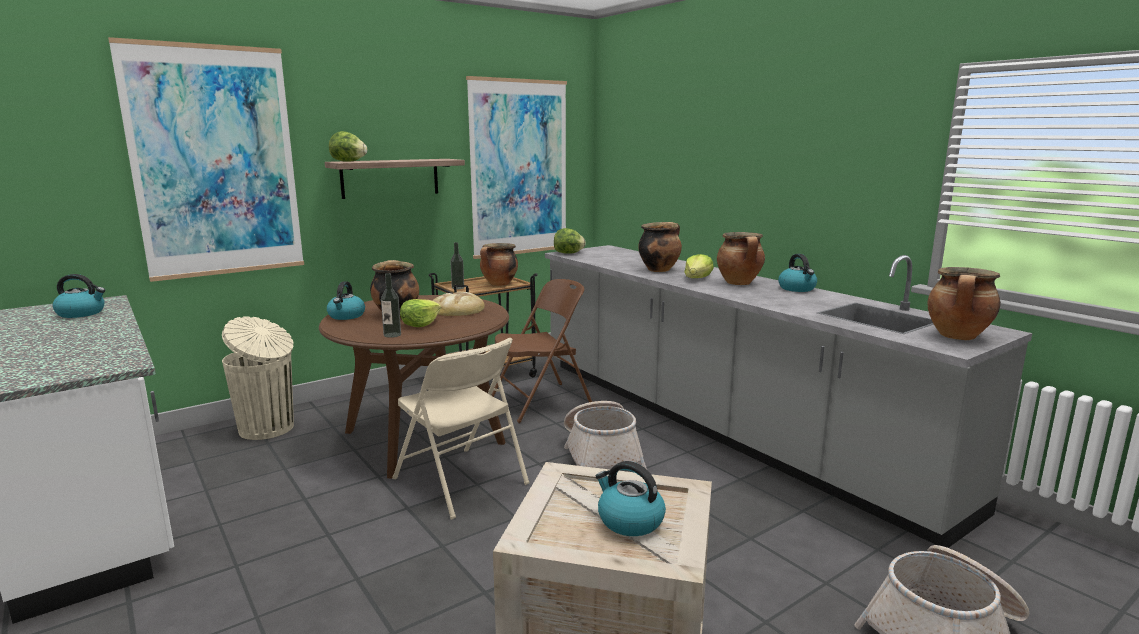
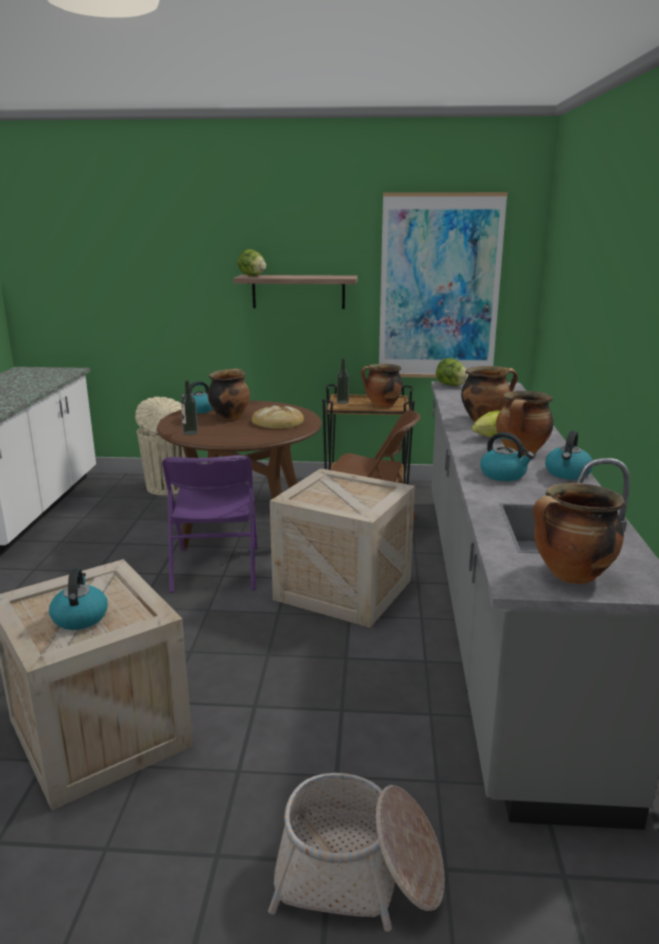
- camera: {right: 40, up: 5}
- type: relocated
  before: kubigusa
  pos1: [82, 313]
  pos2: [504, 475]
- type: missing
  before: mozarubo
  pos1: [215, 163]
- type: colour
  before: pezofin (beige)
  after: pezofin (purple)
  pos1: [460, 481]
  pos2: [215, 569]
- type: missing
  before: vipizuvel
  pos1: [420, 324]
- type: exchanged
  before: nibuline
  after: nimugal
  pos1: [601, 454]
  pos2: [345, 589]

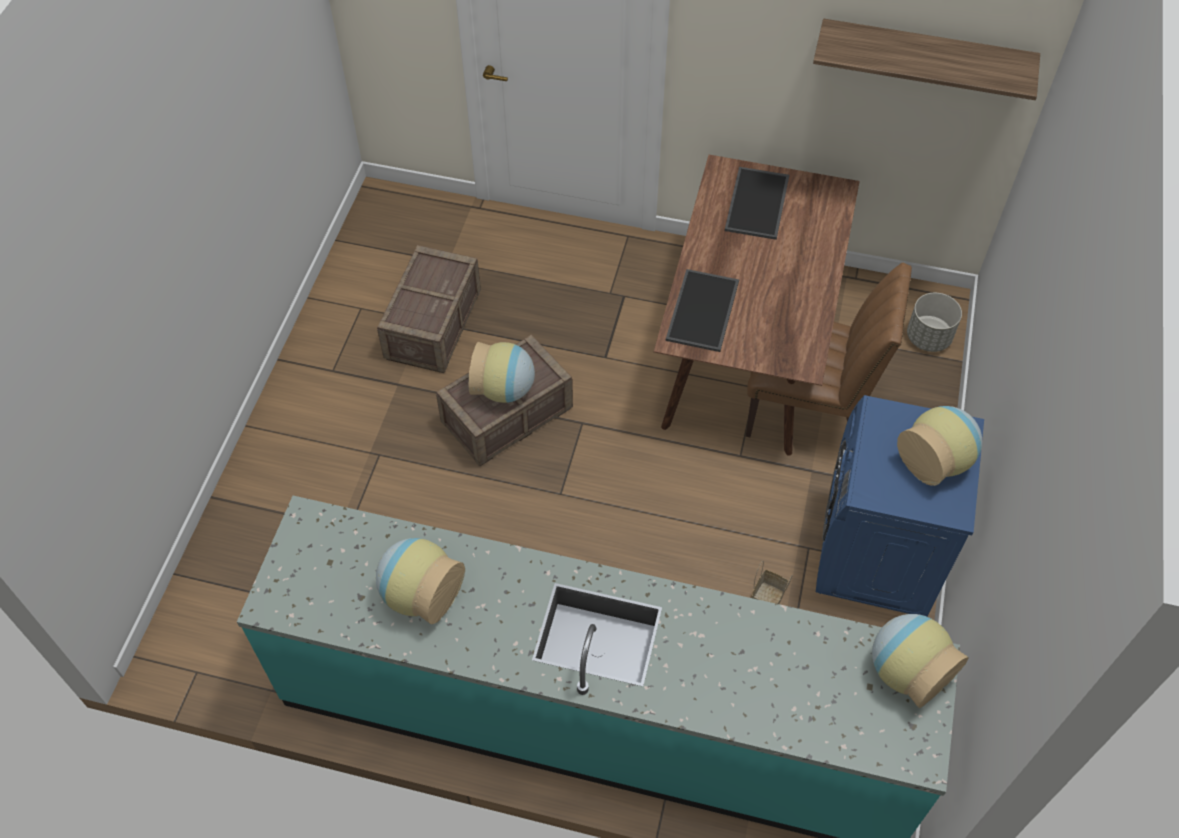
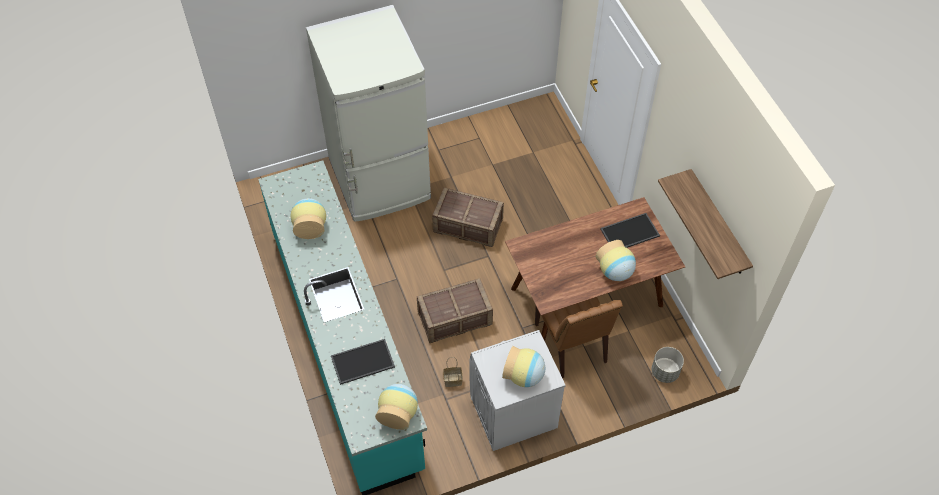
- camera: {right: 55, up: 0}
- type: relocated
  before: nimugal
  pos1: [432, 324]
  pos2: [455, 318]
- type: relocated
  before: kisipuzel
  pos1: [504, 389]
  pos2: [615, 272]
- type: relocated
  before: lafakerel
  pos1: [704, 311]
  pos2: [362, 362]
- type: colour
  before: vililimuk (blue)
  after: vililimuk (white)
  pos1: [876, 553]
  pos2: [513, 413]
- type: appeared
  after: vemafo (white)
  pos2: [379, 179]

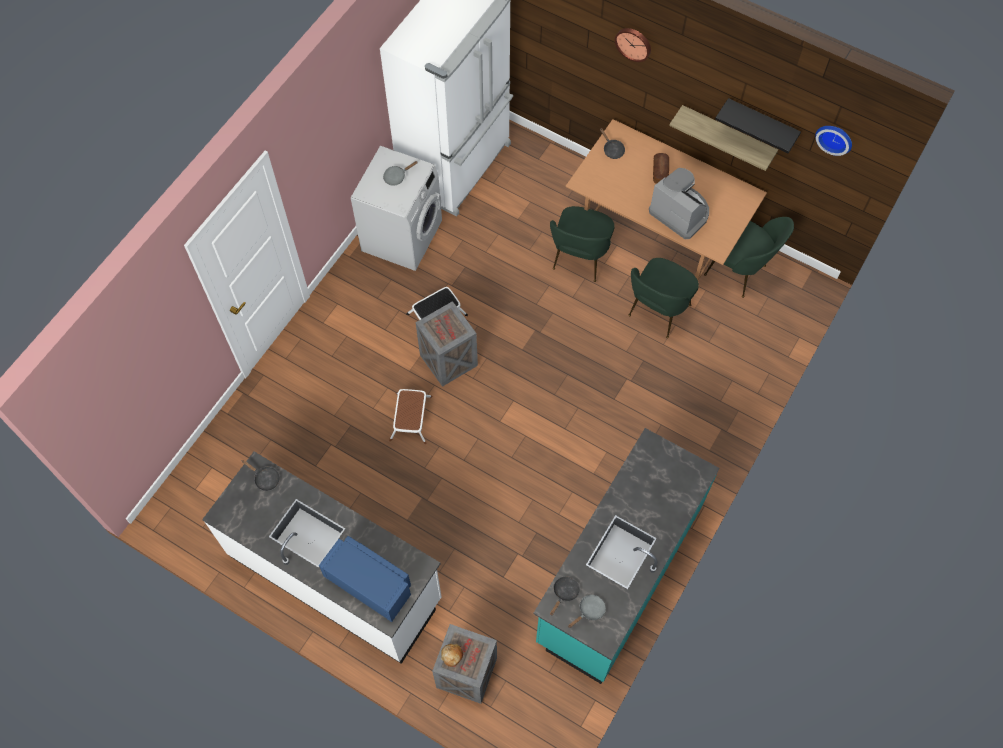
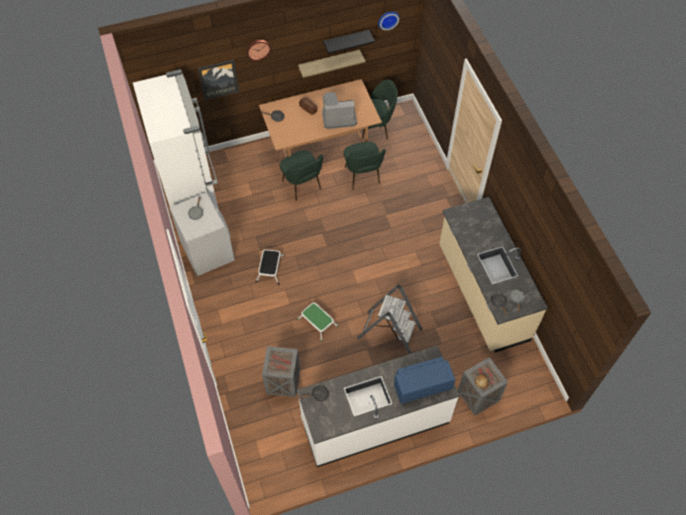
- camera: {right: -50, up: -5}
- type: colour
  before: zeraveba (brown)
  after: zeraveba (green)
  pos1: [411, 418]
  pos2: [318, 322]
- type: relocated
  before: nimugal
  pos1: [449, 359]
  pos2: [282, 381]
- type: colour
  before: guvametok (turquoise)
  after: guvametok (beige)
  pos1: [617, 574]
  pos2: [482, 293]
- type: appeared
  after: mozarubo
  pos2: [218, 79]
- type: appeared
  after: zeraveba (grey)
  pos2: [389, 332]

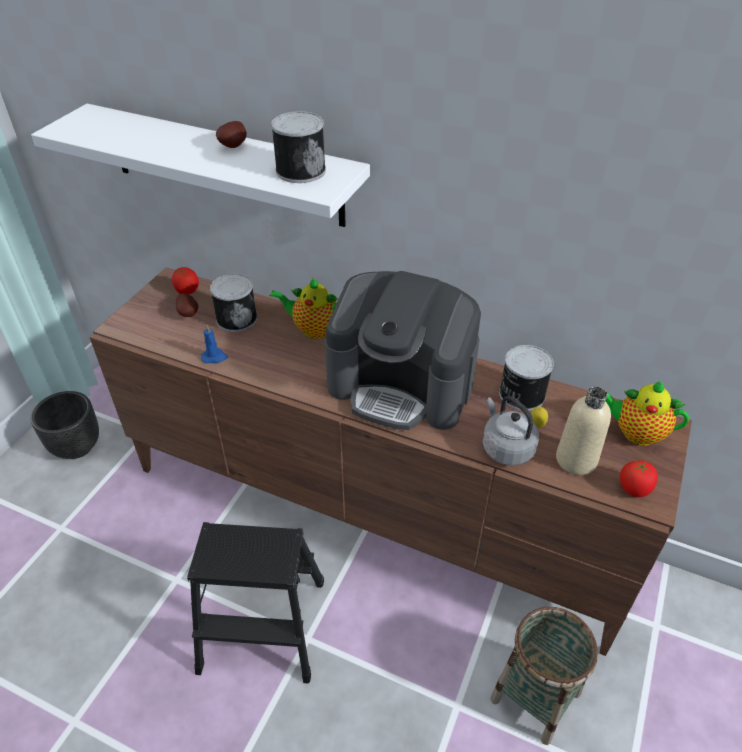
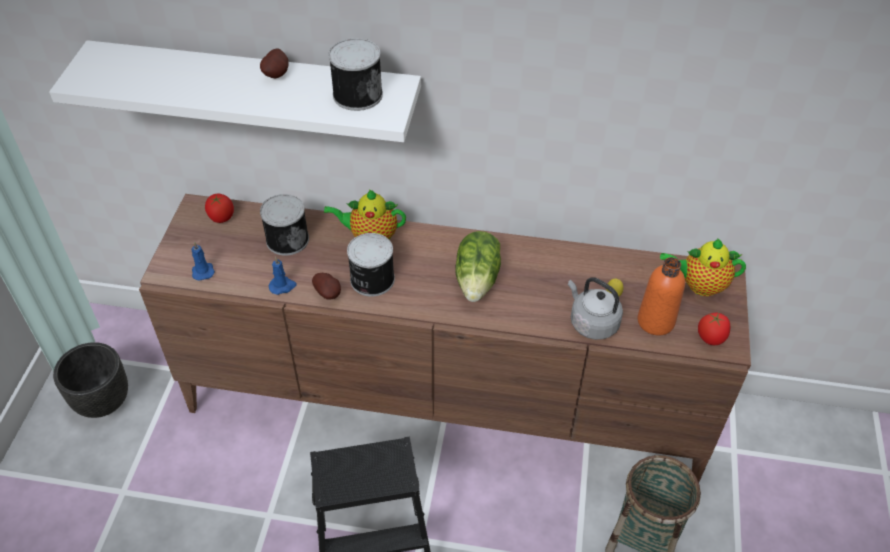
- camera: {right: -15, up: 5}
- type: relocated
  before: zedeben
  pos1: [189, 314]
  pos2: [328, 293]
- type: exchanged
  before: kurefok
  after: vipizuvel
  pos1: [402, 385]
  pos2: [478, 280]
- type: relocated
  before: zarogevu
  pos1: [520, 394]
  pos2: [371, 280]
- type: colour
  before: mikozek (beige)
  after: mikozek (orange)
  pos1: [576, 459]
  pos2: [655, 321]
- type: appeared
  after: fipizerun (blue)
  pos2: [203, 271]

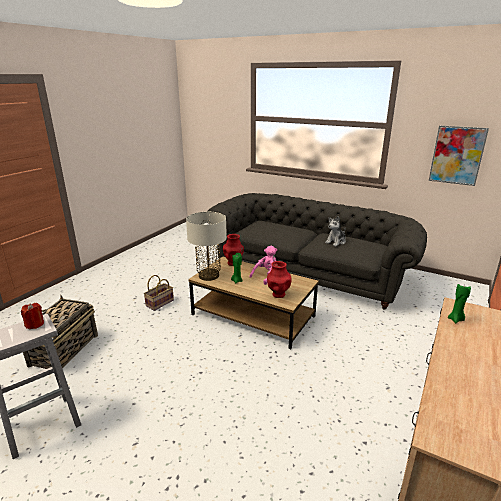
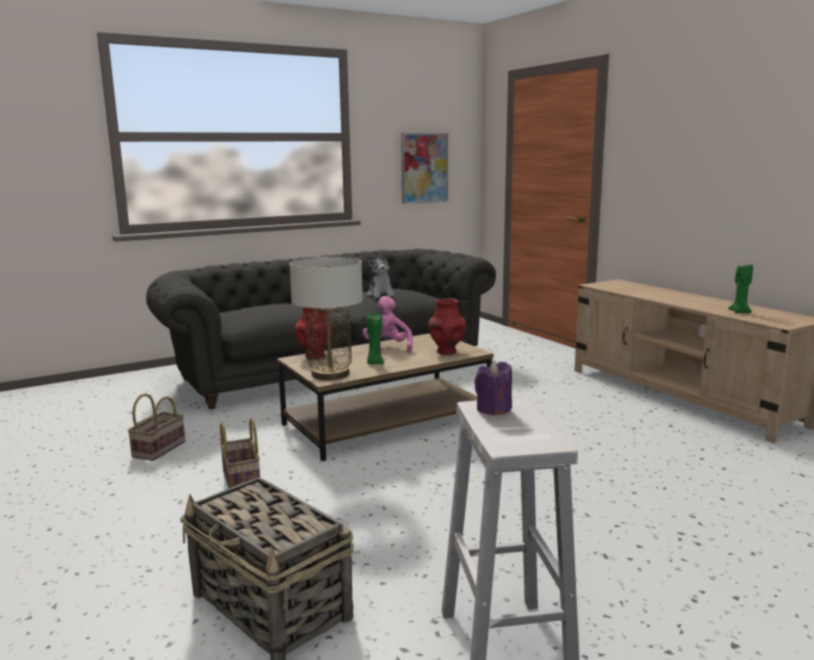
- camera: {right: -60, up: -10}
- type: colour
  before: fipizerun (red)
  after: fipizerun (purple)
  pos1: [35, 324]
  pos2: [493, 409]
- type: relocated
  before: fipizerun (green)
  pos1: [456, 320]
  pos2: [740, 312]
- type: appeared
  after: nibuline
  pos2: [159, 448]

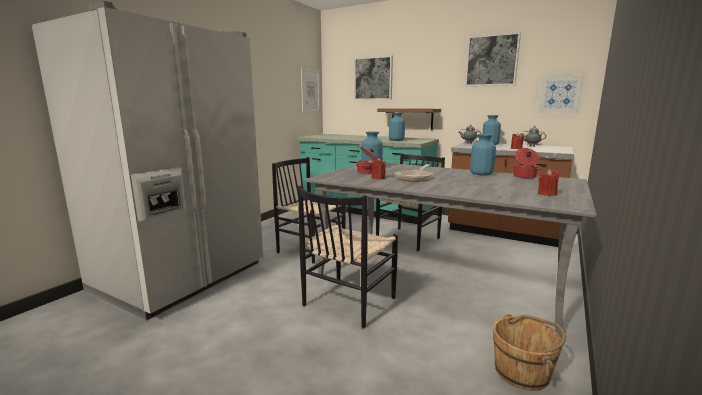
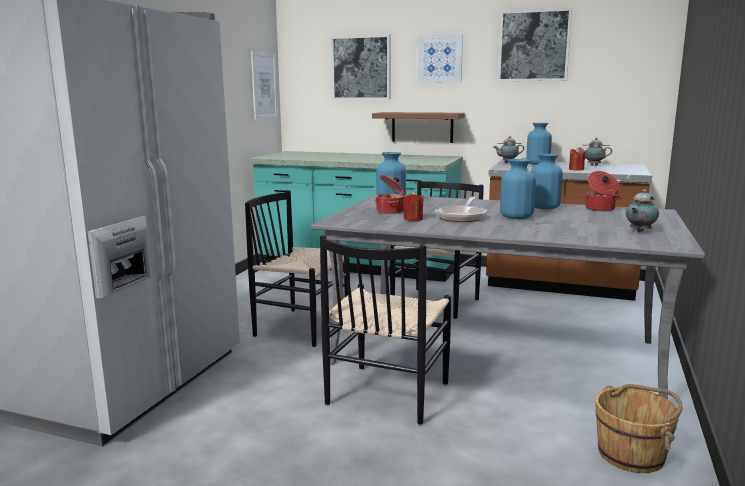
- camera: {right: -10, up: 0}
- type: relocated
  before: kisipuzel (blue)
  pos1: [396, 140]
  pos2: [516, 217]
- type: relocated
  before: mozarubo
  pos1: [559, 94]
  pos2: [440, 59]
- type: exchanged
  before: fipizerun (red)
  after: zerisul
  pos1: [547, 194]
  pos2: [639, 231]

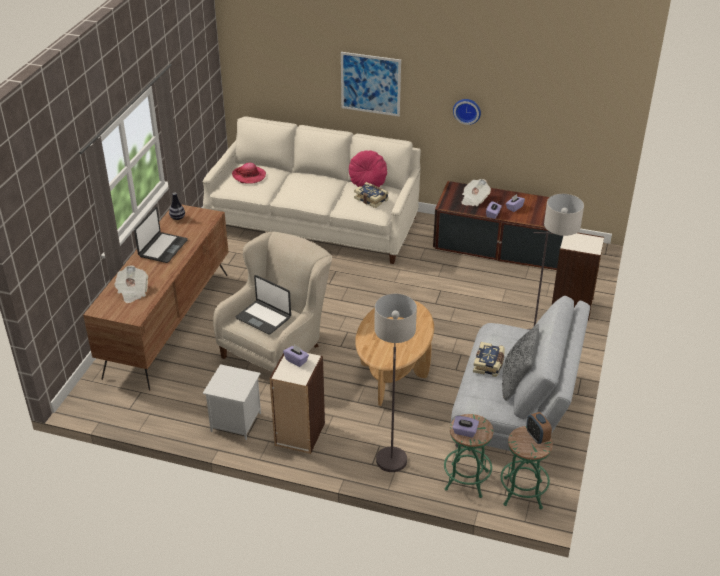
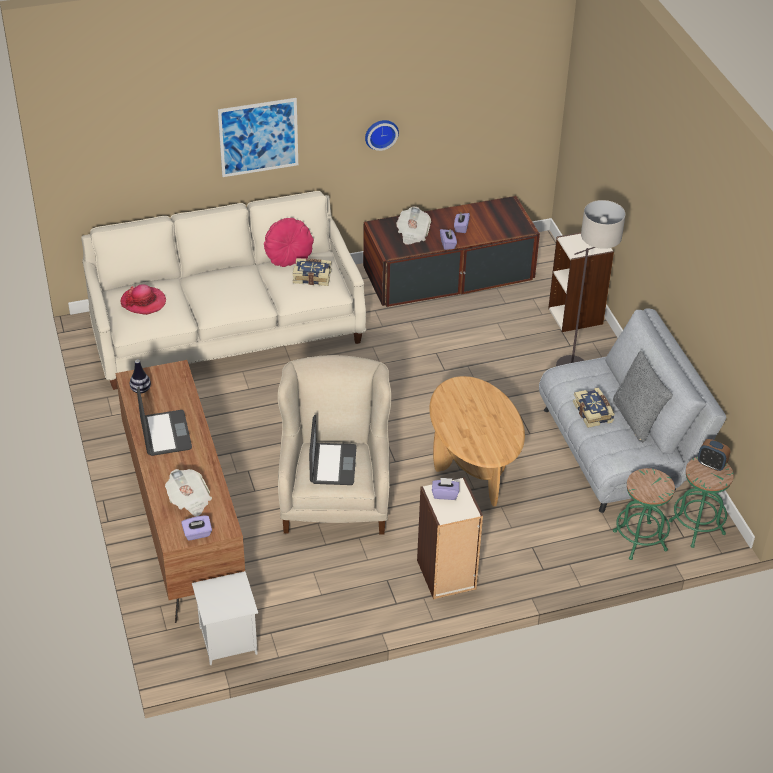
- camera: {right: -35, up: 5}
- type: relocated
  before: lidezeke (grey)
  pos1: [234, 422]
  pos2: [227, 642]
- type: spun
  before: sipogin
  pos1: [264, 317]
  pos2: [332, 465]
  turn: -90
- type: missing
  before: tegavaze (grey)
  pos1: [391, 453]
- type: relocated
  before: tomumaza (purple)
  pos1: [464, 432]
  pos2: [197, 534]

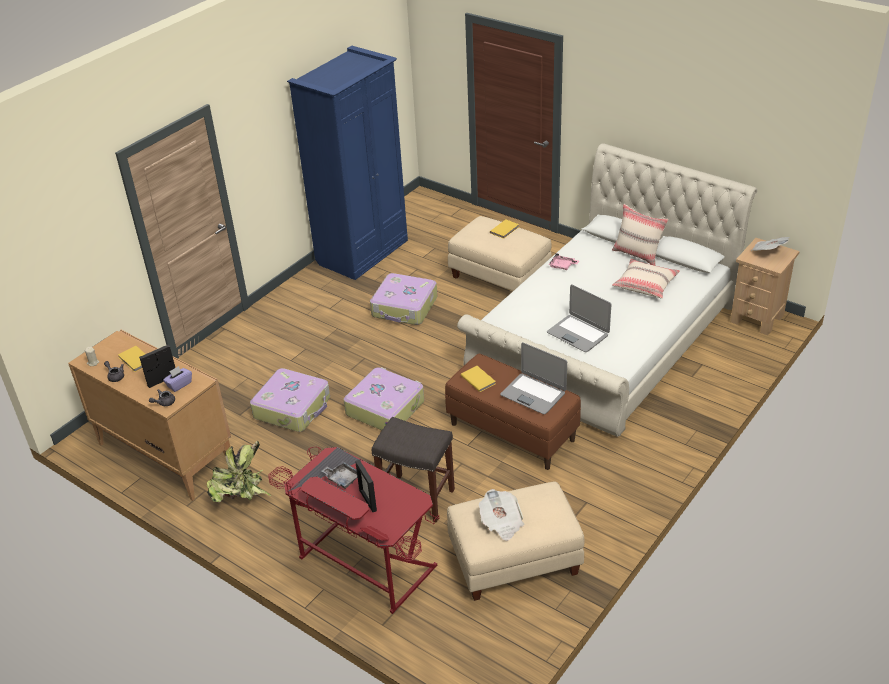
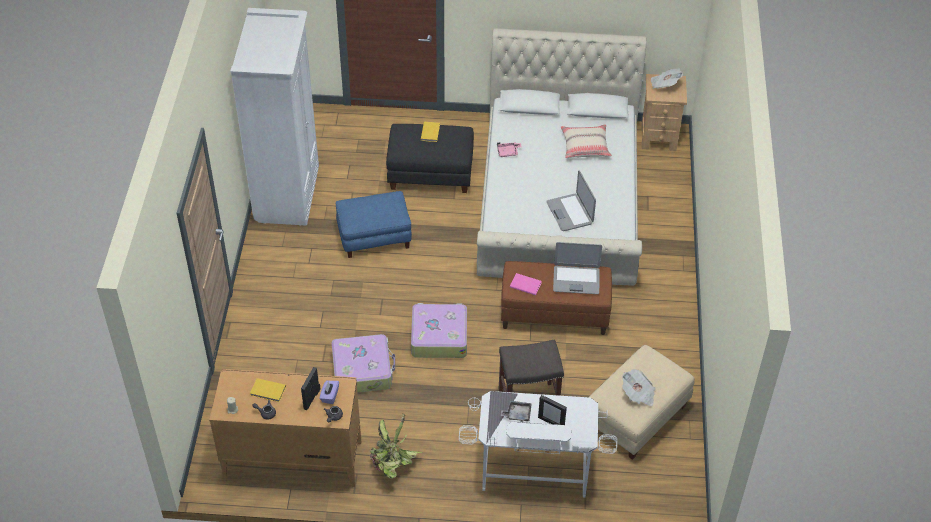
- camera: {right: -35, up: 10}
- type: colour
  before: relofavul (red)
  after: relofavul (white)
  pos1: [364, 564]
  pos2: [534, 471]
- type: colour
  before: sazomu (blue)
  after: sazomu (white)
  pos1: [363, 252]
  pos2: [287, 193]
- type: exchanged
  before: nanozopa
  after: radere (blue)
  pos1: [405, 307]
  pos2: [374, 236]
- type: colour
  before: radere (beige)
  after: radere (black)
  pos1: [500, 276]
  pos2: [431, 173]
- type: colour
  before: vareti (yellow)
  after: vareti (pink)
  pos1: [478, 379]
  pos2: [525, 284]
- type: spun
  before: sipogin
  pos1: [578, 334]
  pos2: [570, 213]
  turn: 60
- type: missing
  before: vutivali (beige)
  pos1: [637, 254]

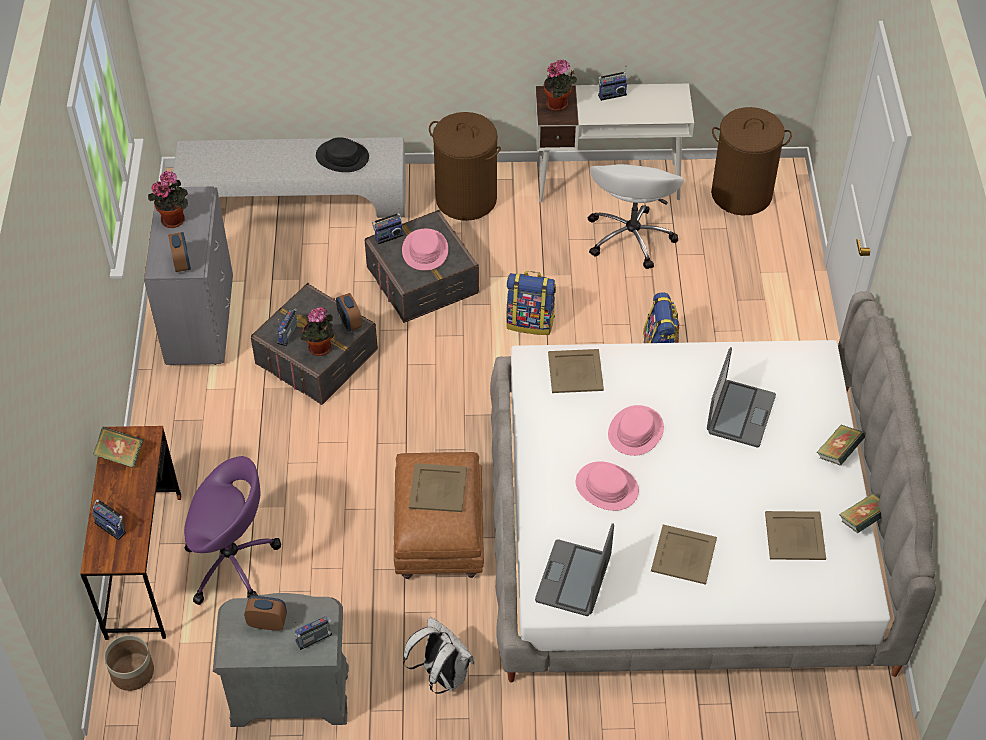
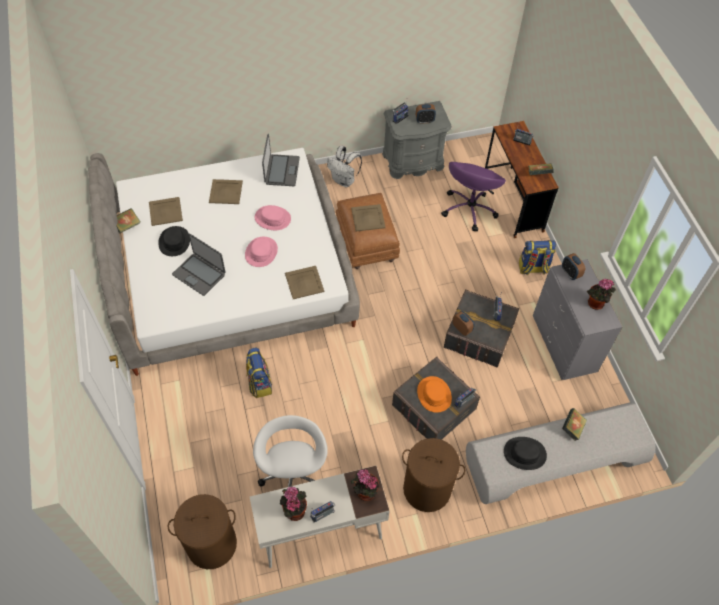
- camera: {right: 165, up: 5}
- type: missing
  before: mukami
  pos1: [133, 672]
- type: spun
  before: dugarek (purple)
  pos1: [233, 563]
  pos2: [468, 211]
  turn: -60
- type: relocated
  before: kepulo
  pos1: [320, 349]
  pos2: [294, 510]
- type: colour
  before: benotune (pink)
  after: benotune (orange)
  pos1: [425, 250]
  pos2: [434, 394]
- type: relocated
  before: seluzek
  pos1: [530, 322]
  pos2: [533, 268]
- type: spun
  before: sipogin
  pos1: [739, 414]
  pos2: [199, 274]
  turn: -60
- type: relocated
  before: vareti
  pos1: [838, 453]
  pos2: [572, 428]
- type: appeared
  after: benotune (black)
  pos2: [174, 242]

